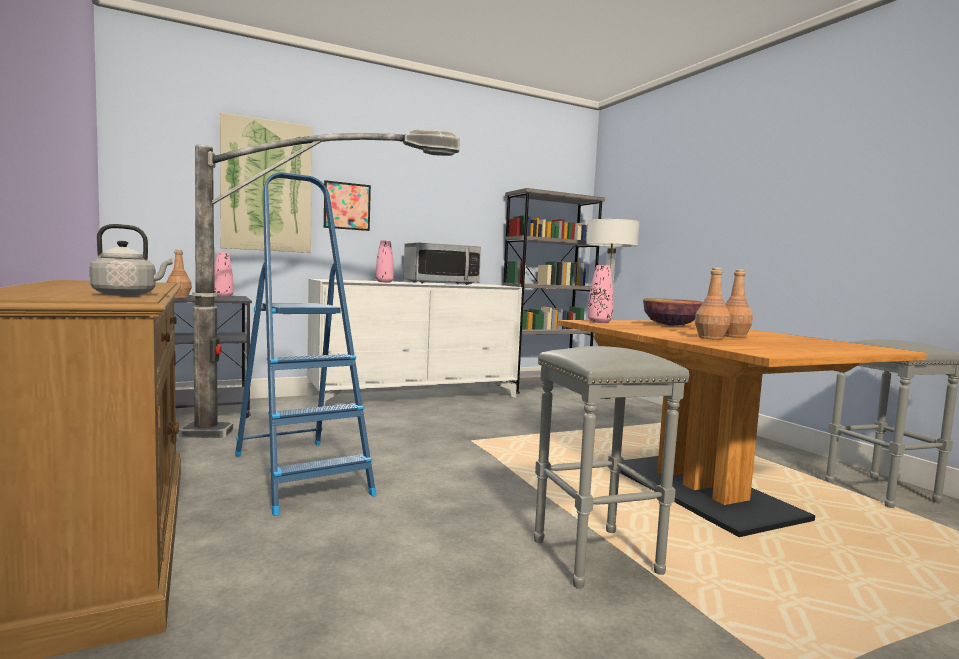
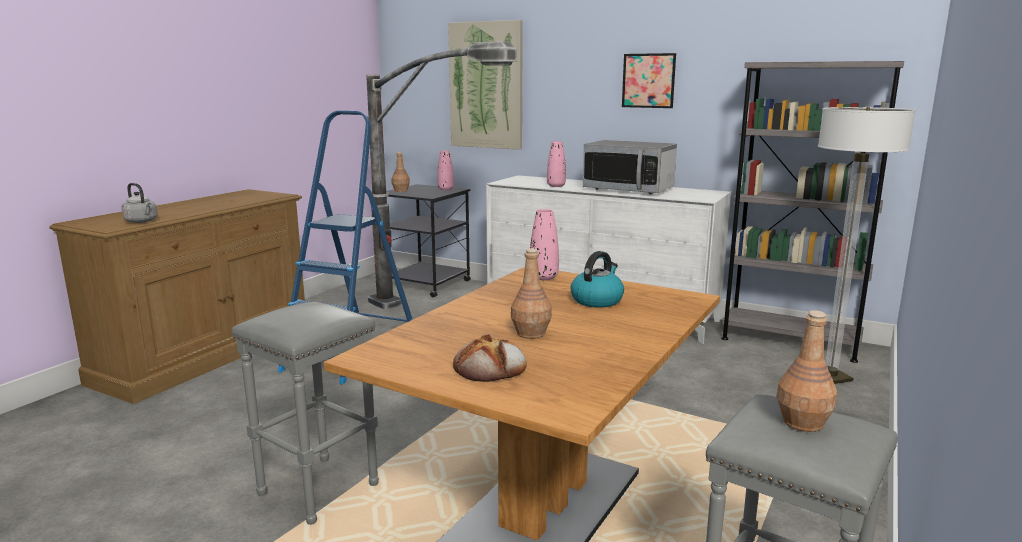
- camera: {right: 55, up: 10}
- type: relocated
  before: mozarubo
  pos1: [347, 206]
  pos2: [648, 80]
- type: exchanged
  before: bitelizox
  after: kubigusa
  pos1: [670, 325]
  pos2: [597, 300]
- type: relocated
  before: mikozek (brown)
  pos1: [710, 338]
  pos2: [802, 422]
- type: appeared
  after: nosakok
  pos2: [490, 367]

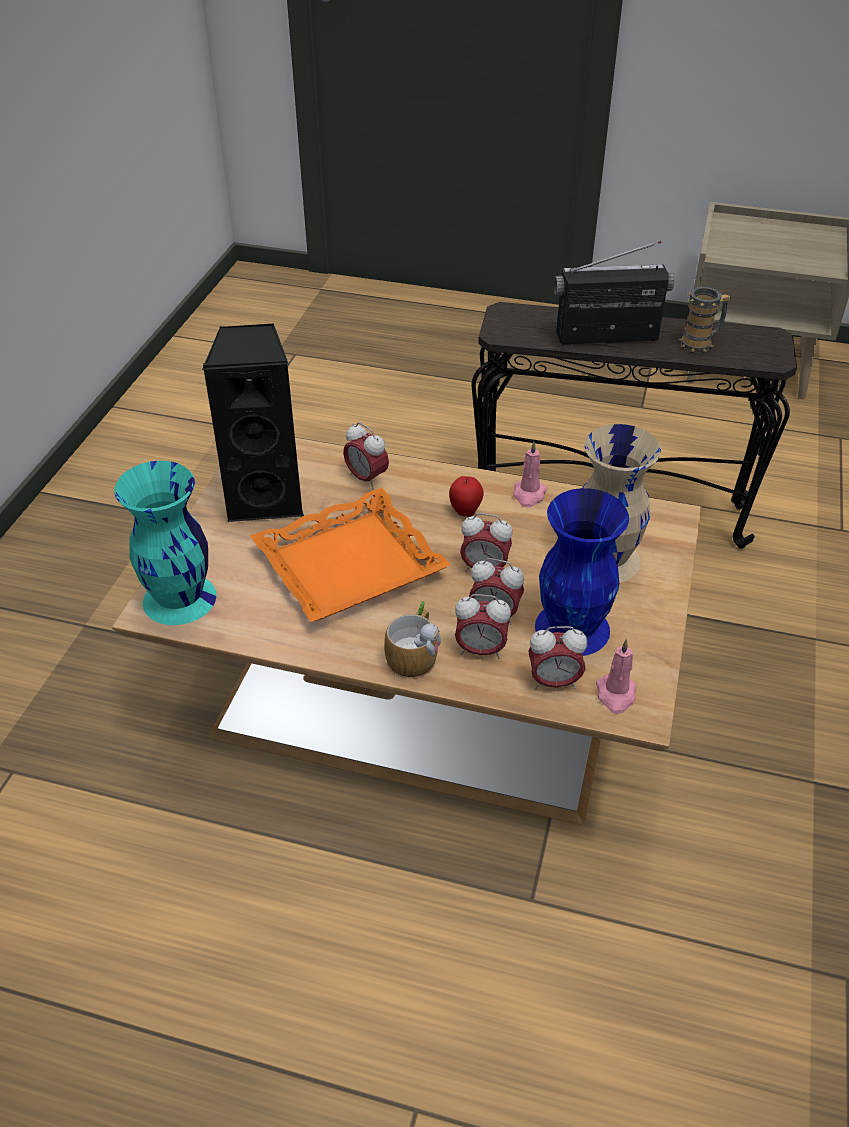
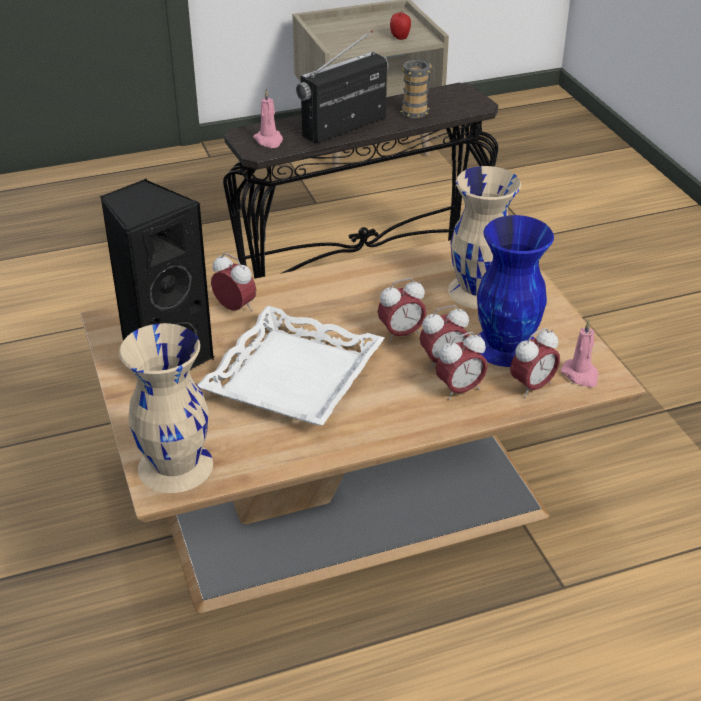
- camera: {right: -35, up: -5}
- type: colour
  before: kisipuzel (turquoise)
  after: kisipuzel (beige)
  pos1: [179, 599]
  pos2: [176, 467]
- type: colour
  before: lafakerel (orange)
  after: lafakerel (white)
  pos1: [349, 564]
  pos2: [292, 376]
- type: spun
  before: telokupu
  pos1: [366, 479]
  pos2: [235, 308]
  turn: -150
- type: missing
  before: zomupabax
  pos1: [415, 654]
- type: relocated
  before: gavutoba
  pos1: [465, 511]
  pos2: [400, 38]
- type: relocated
  before: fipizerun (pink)
  pos1: [529, 495]
  pos2: [269, 140]

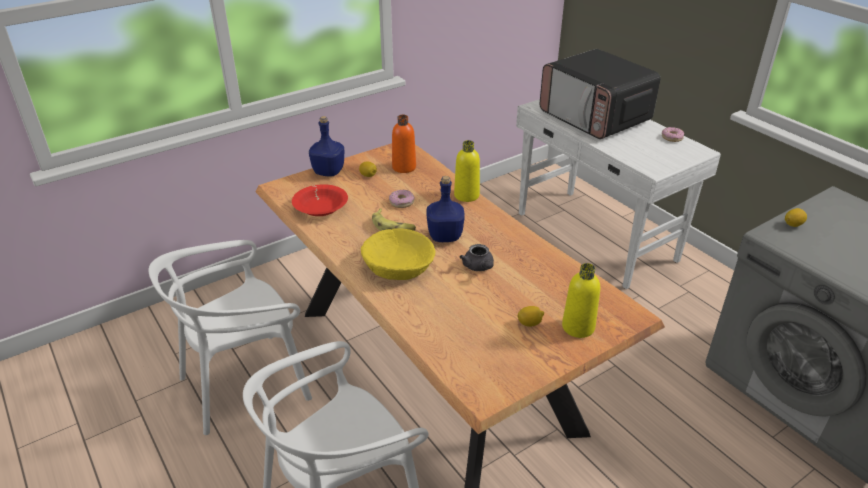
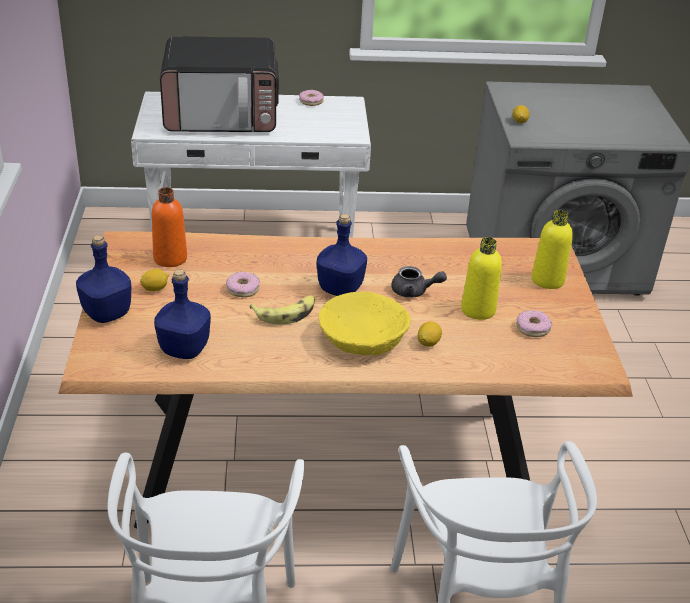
- camera: {right: -60, up: 0}
- type: exchanged
  before: bitelizox (red)
  after: mikozek (blue)
  pos1: [321, 207]
  pos2: [184, 348]
- type: relocated
  before: mikozek (yellow)
  pos1: [466, 195]
  pos2: [478, 310]
- type: relocated
  before: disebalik
  pos1: [529, 323]
  pos2: [428, 342]
- type: appeared
  after: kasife
  pos2: [532, 328]

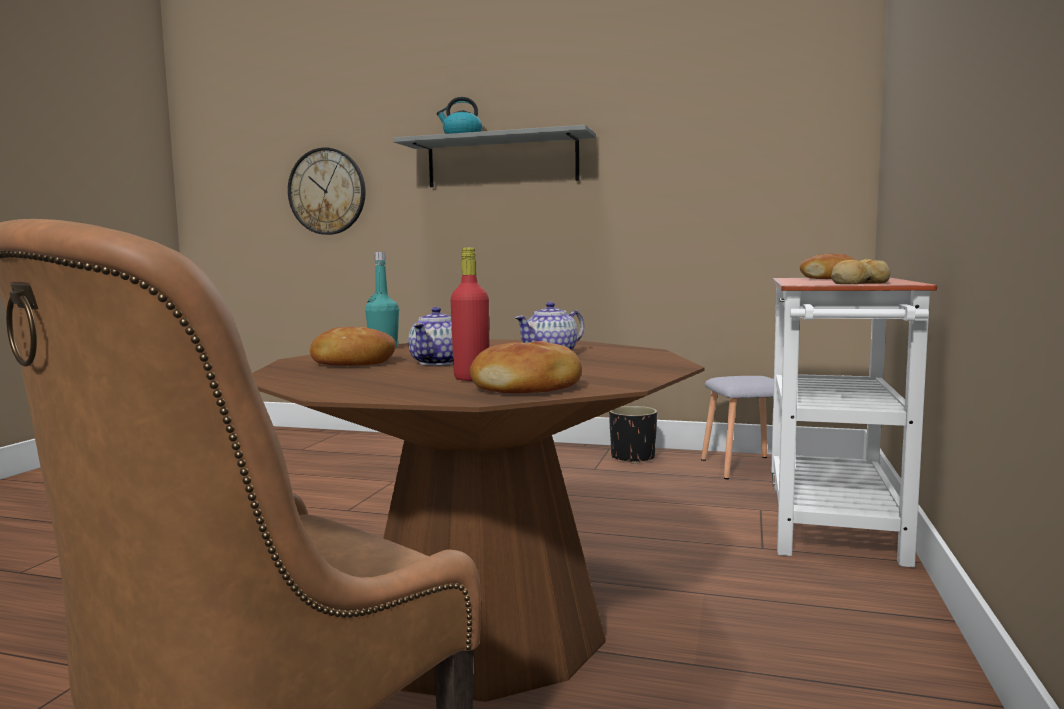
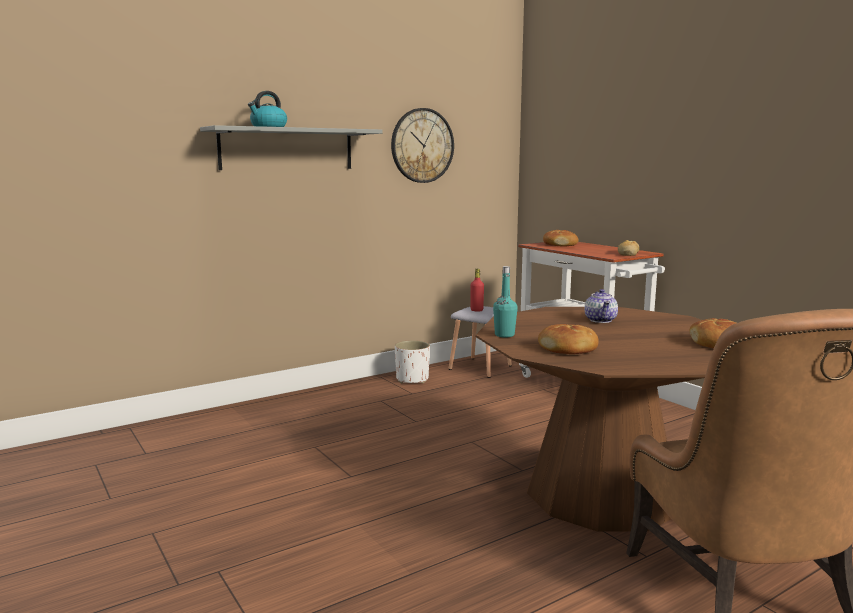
- camera: {right: -50, up: 5}
- type: relocated
  before: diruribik
  pos1: [327, 191]
  pos2: [422, 145]
- type: missing
  before: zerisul
  pos1: [439, 362]
- type: relocated
  before: mikozek (red)
  pos1: [471, 378]
  pos2: [476, 310]
- type: colour
  before: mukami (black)
  after: mukami (white)
  pos1: [633, 458]
  pos2: [412, 379]

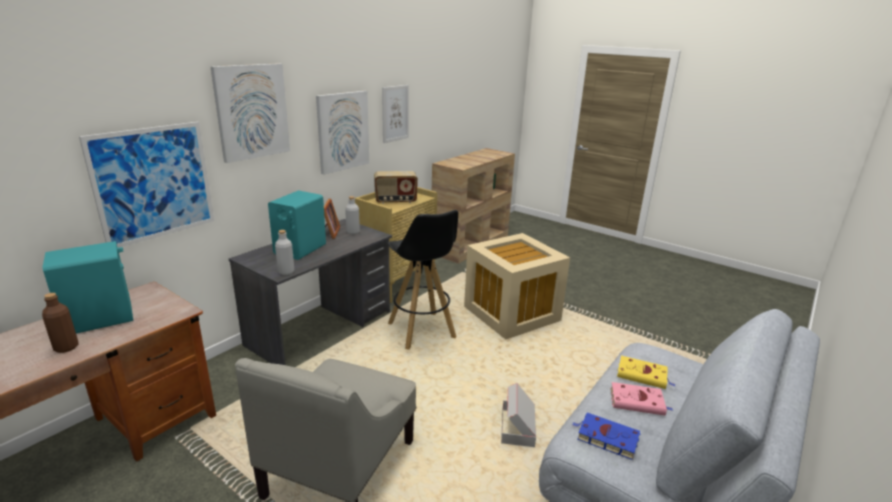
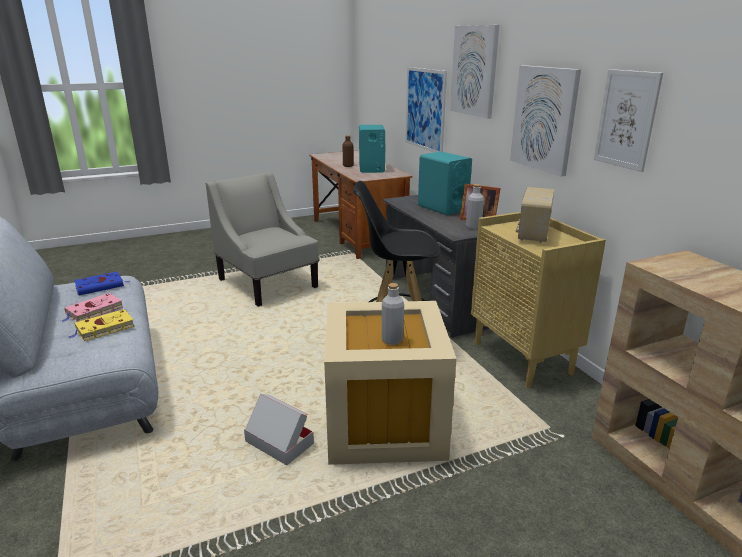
- camera: {right: 120, up: 0}
- type: relocated
  before: mikozek (grey)
  pos1: [286, 272]
  pos2: [392, 340]
- type: relocated
  before: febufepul
  pos1: [517, 428]
  pos2: [279, 443]

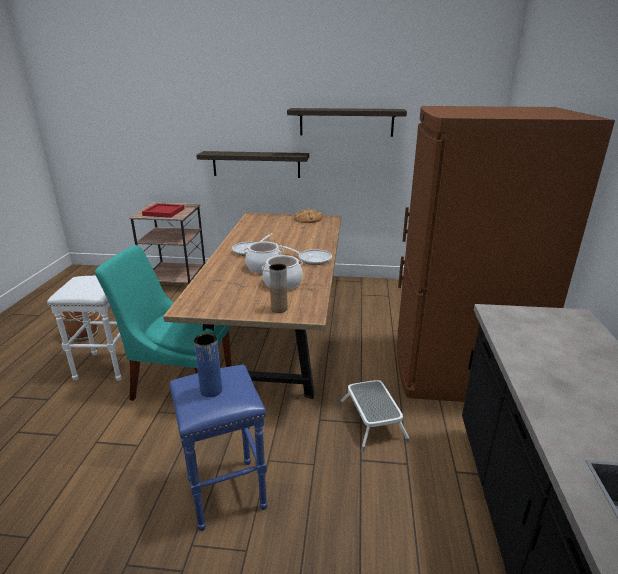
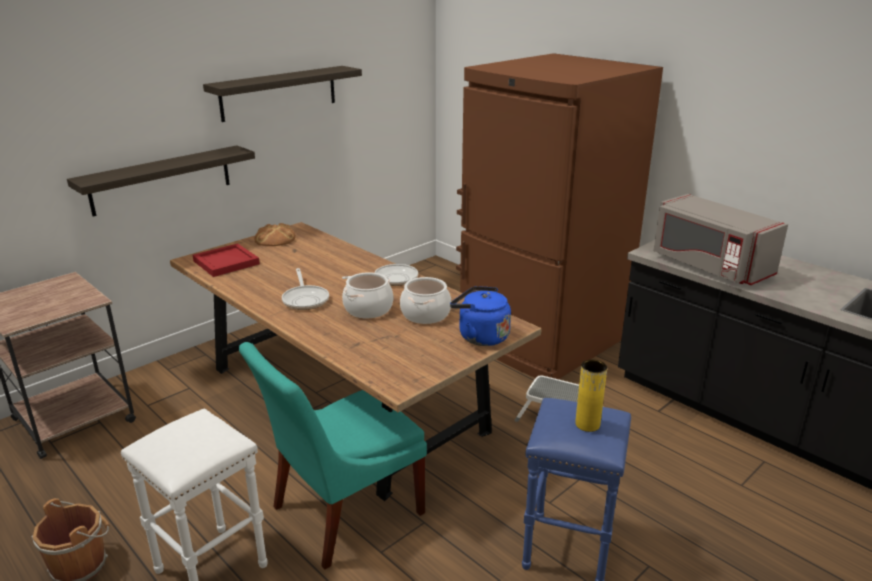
- camera: {right: -50, up: 0}
- type: relocated
  before: lafakerel (red)
  pos1: [164, 212]
  pos2: [226, 262]
- type: colour
  before: kisipuzel (blue)
  after: kisipuzel (yellow)
  pos1: [211, 390]
  pos2: [587, 424]
- type: exchanged
  before: kisipuzel (brown)
  after: kubigusa (blue)
  pos1: [279, 309]
  pos2: [480, 336]
- type: appeared
  after: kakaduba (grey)
  pos2: [709, 265]

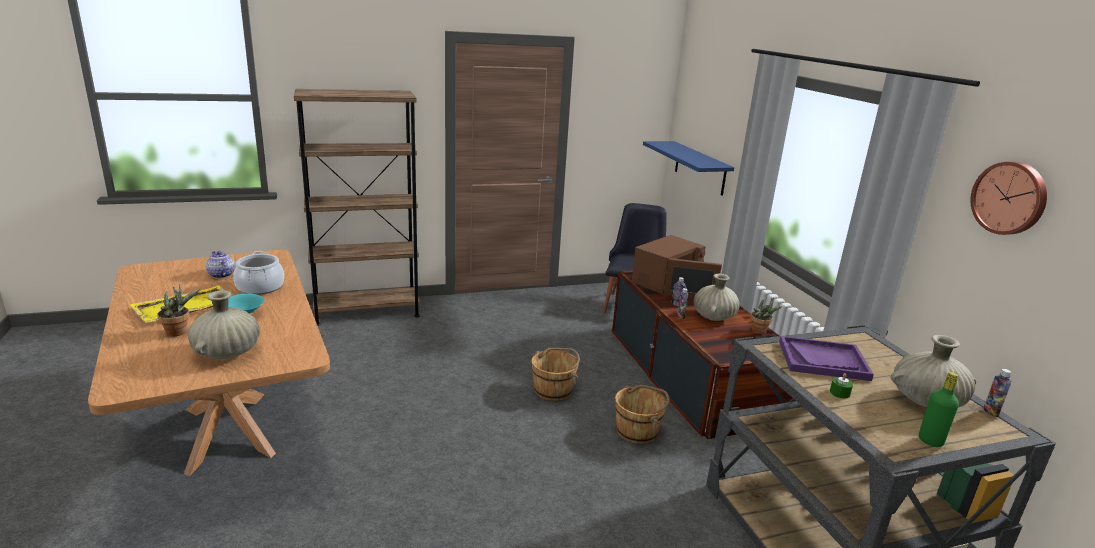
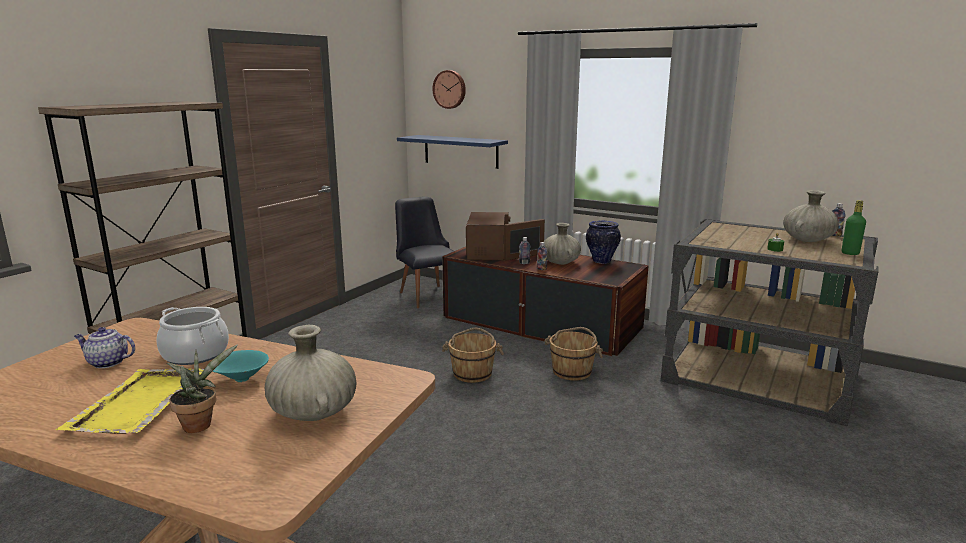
- camera: {right: -40, up: -5}
- type: exchanged
  before: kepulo
  after: kisipuzel
  pos1: [760, 332]
  pos2: [601, 261]
- type: missing
  before: lafakerel (purple)
  pos1: [823, 360]
- type: relocated
  before: diruribik
  pos1: [1010, 198]
  pos2: [450, 89]

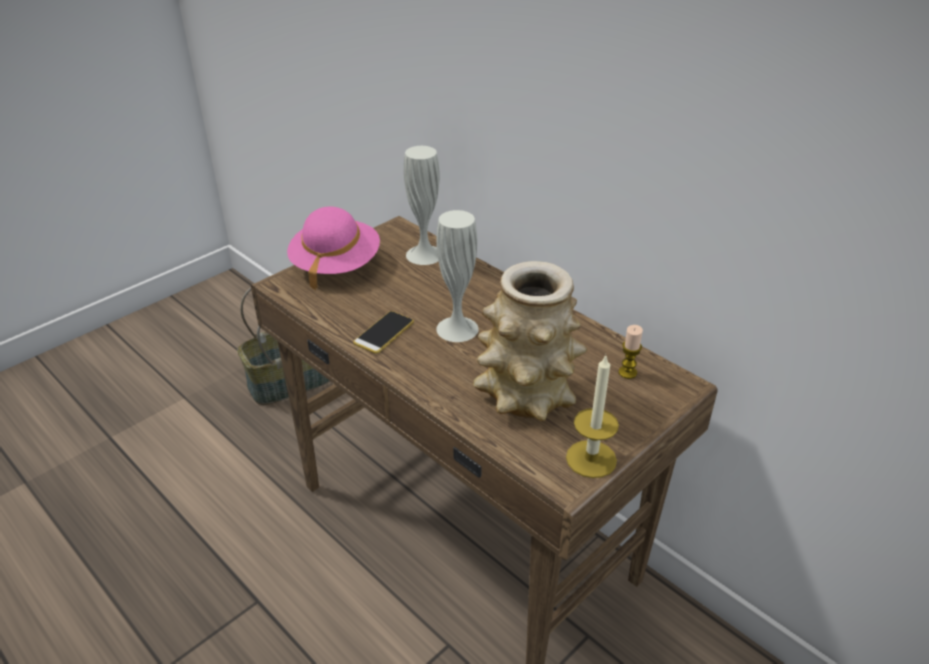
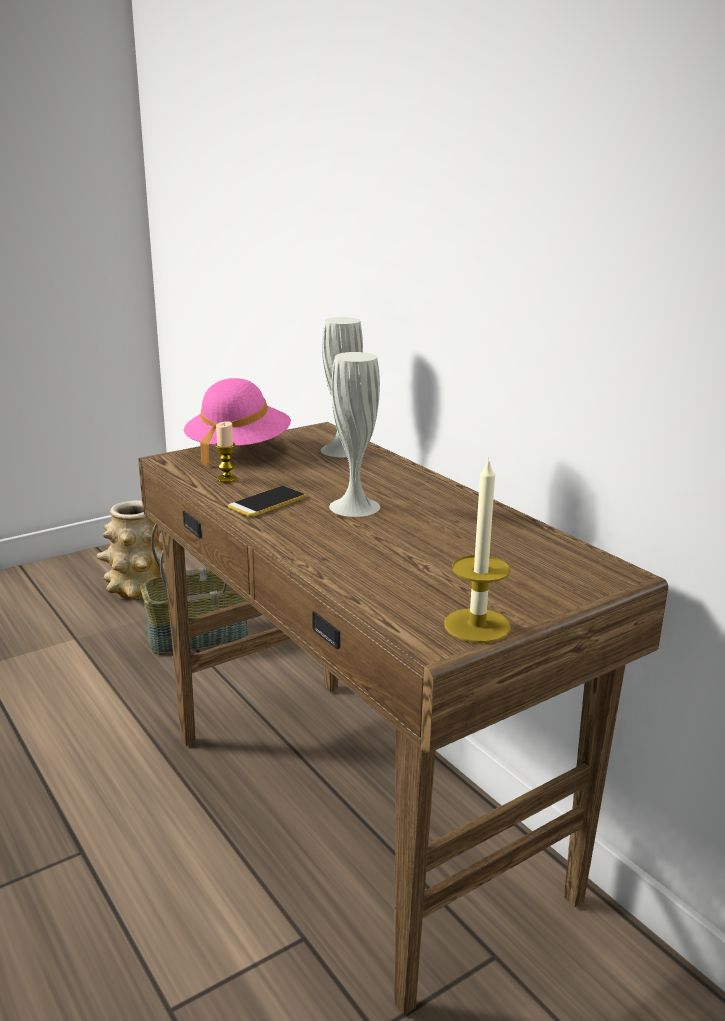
- camera: {right: 10, up: -15}
- type: relocated
  before: kisipuzel
  pos1: [526, 394]
  pos2: [137, 589]
- type: relocated
  before: fipizerun
  pos1: [627, 372]
  pos2: [226, 479]

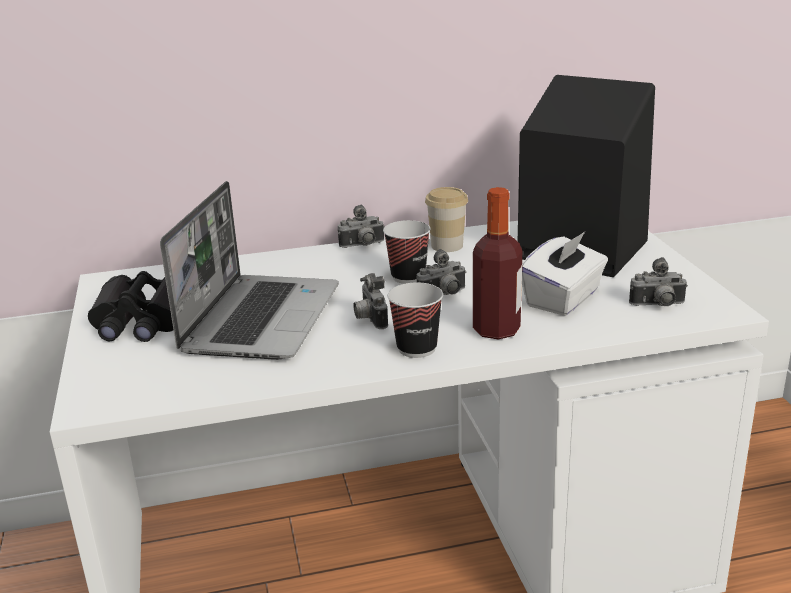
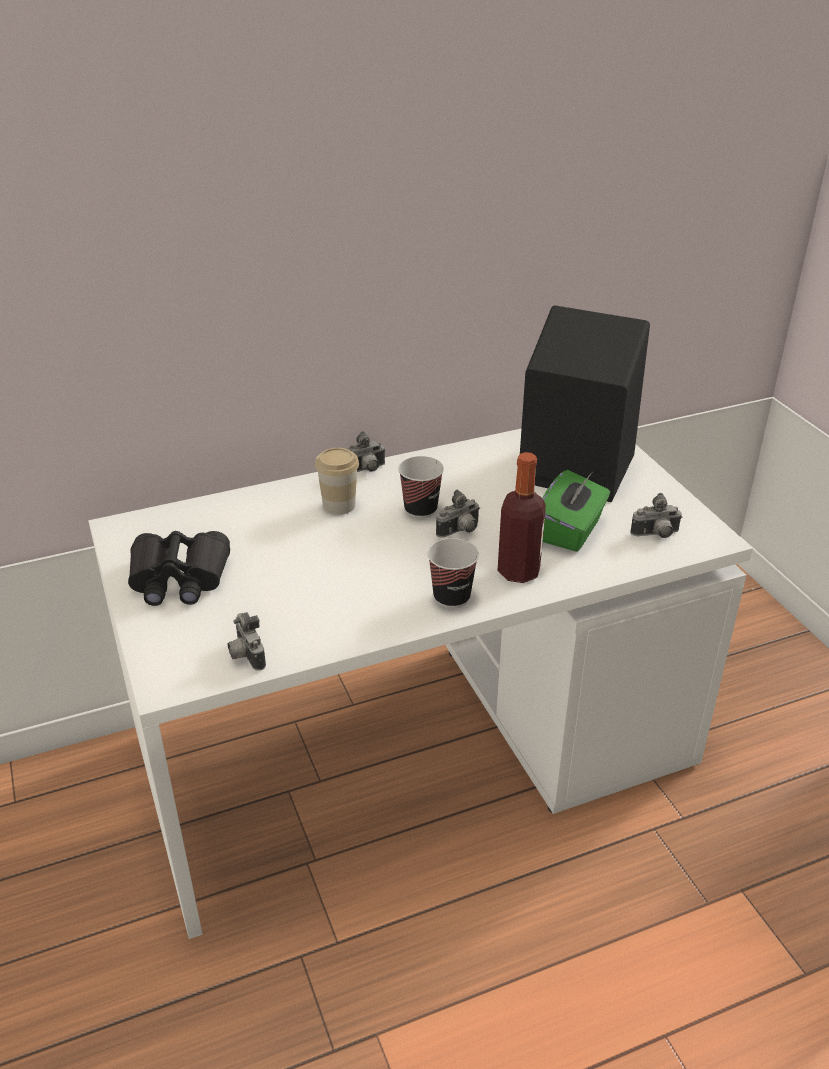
- camera: {right: -10, up: 10}
- type: missing
  before: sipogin
  pos1: [261, 318]
- type: relocated
  before: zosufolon
  pos1: [369, 319]
  pos2: [245, 655]
- type: relocated
  before: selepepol
  pos1: [447, 246]
  pos2: [339, 505]
- type: colour
  before: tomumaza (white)
  after: tomumaza (green)
  pos1: [563, 299]
  pos2: [571, 531]

